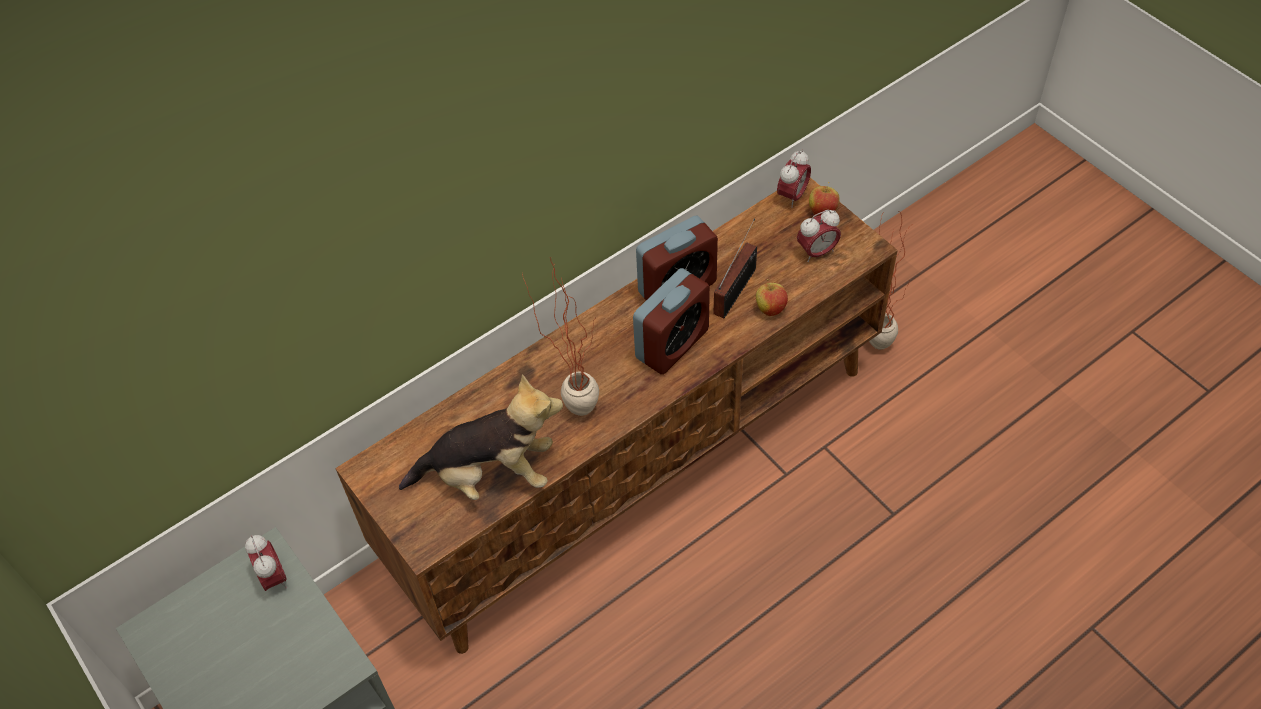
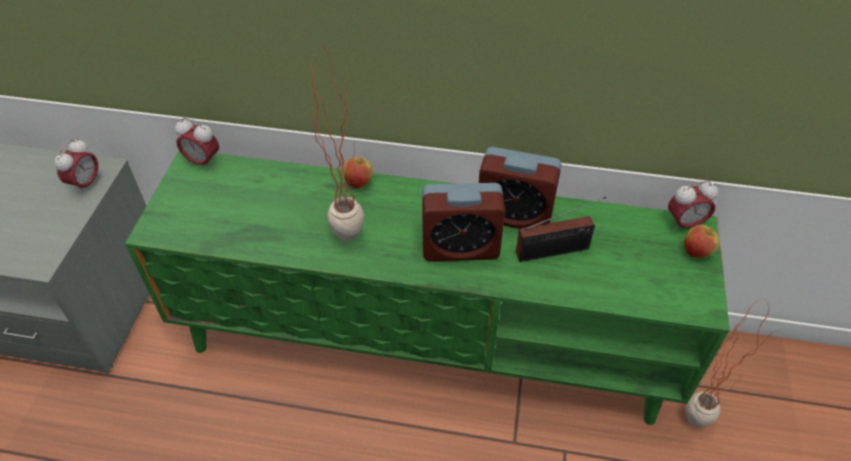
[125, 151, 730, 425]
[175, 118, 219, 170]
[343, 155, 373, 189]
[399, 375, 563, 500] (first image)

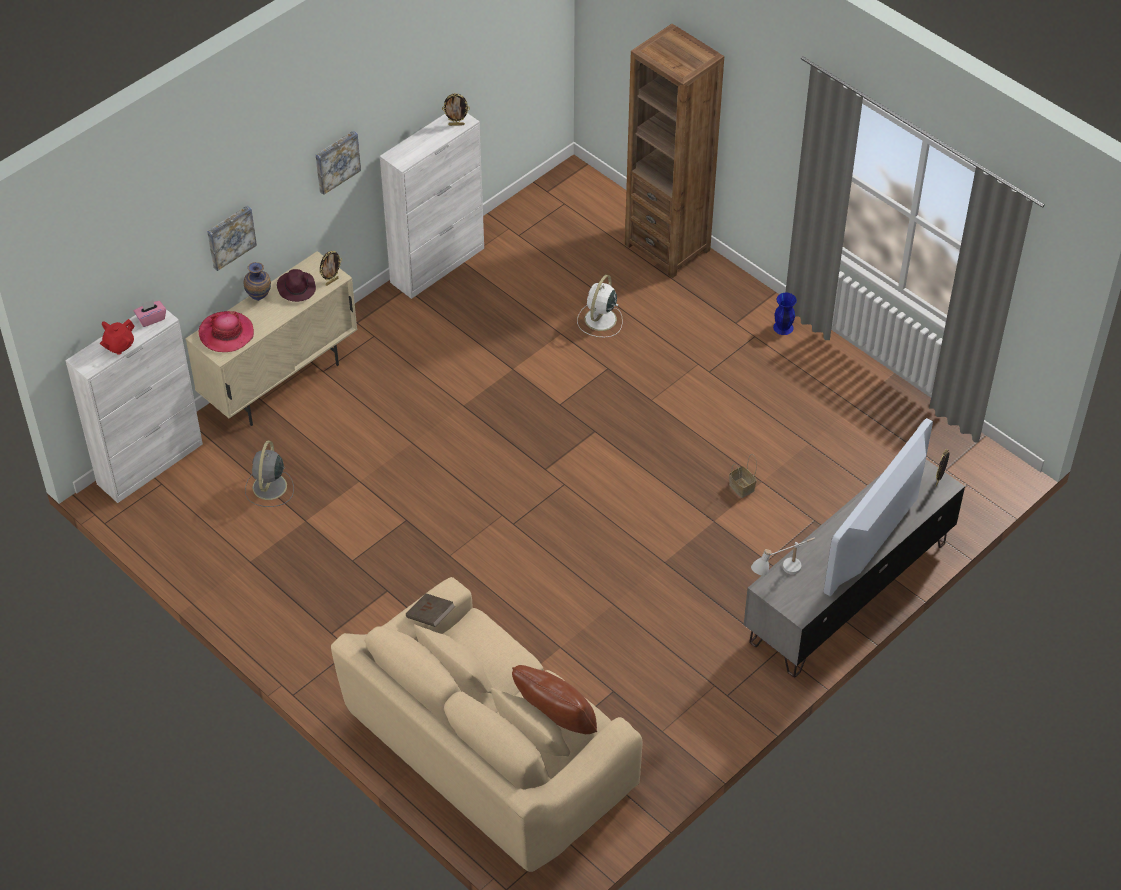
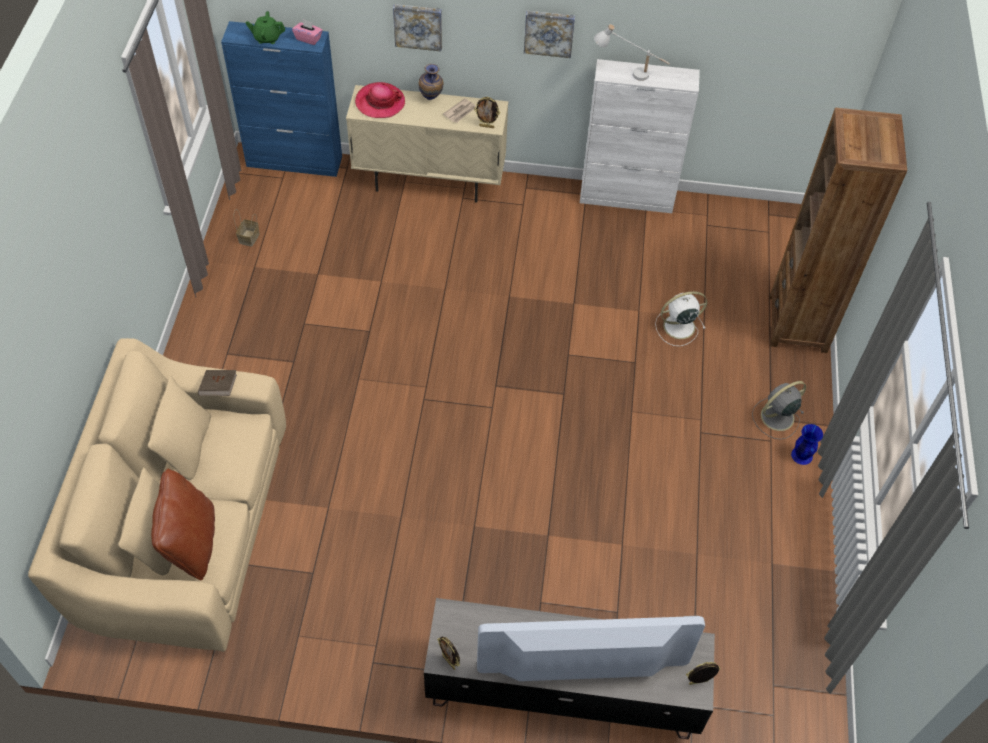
[221, 21, 342, 177]
[234, 209, 260, 247]
[246, 11, 285, 44]
[437, 637, 460, 670]
[443, 98, 476, 123]
[594, 24, 670, 81]
[752, 381, 806, 440]

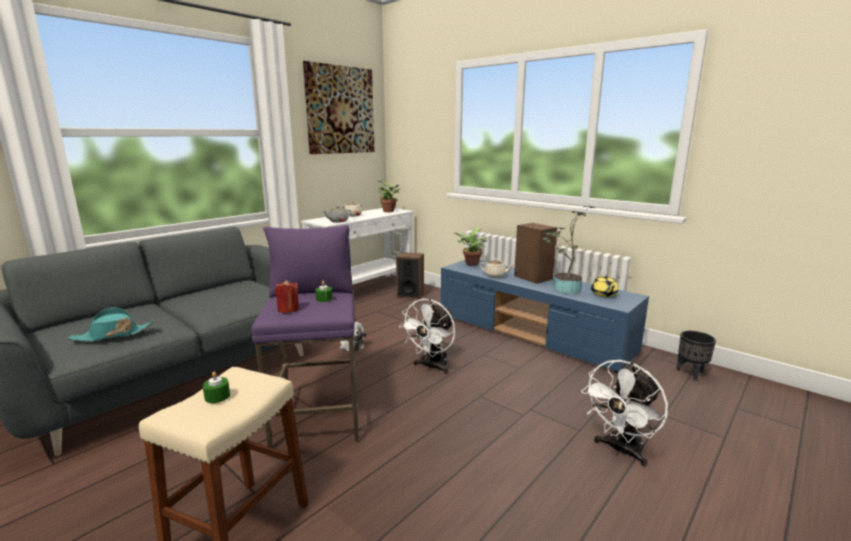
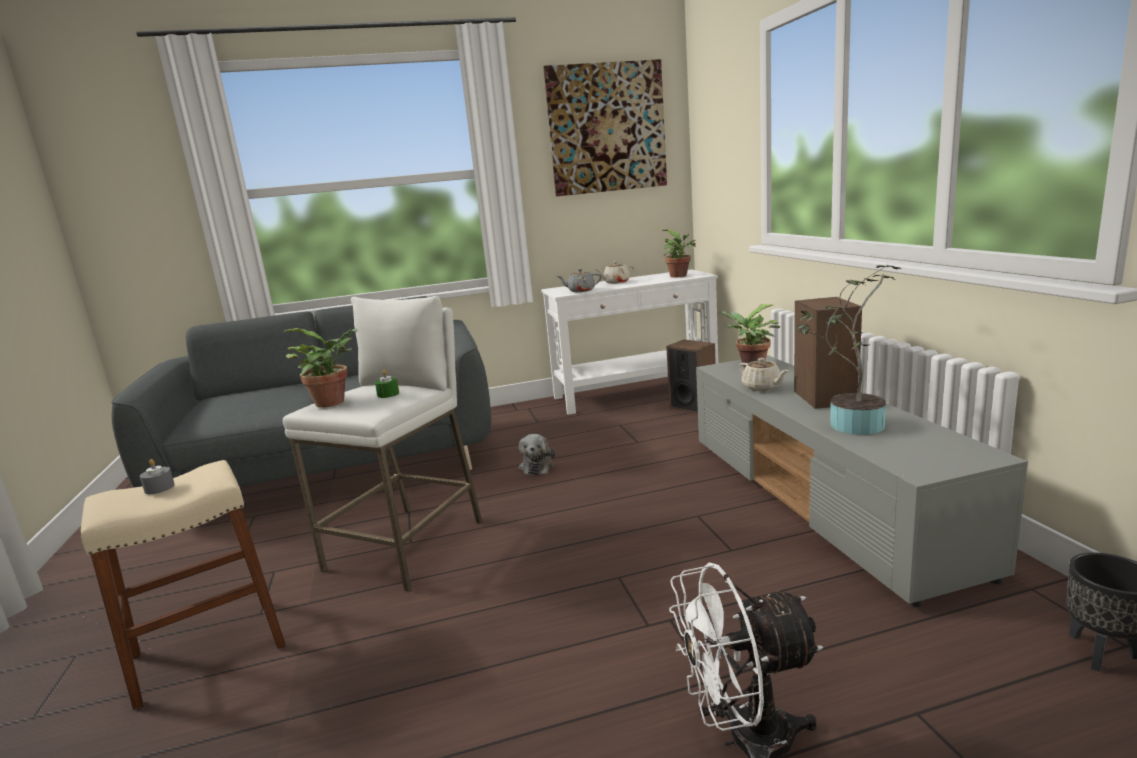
[140, 459, 175, 494]
[282, 328, 358, 408]
[283, 296, 482, 591]
[696, 355, 1028, 607]
[68, 307, 155, 342] (first image)
[399, 299, 455, 374] (first image)
[591, 275, 618, 297] (first image)

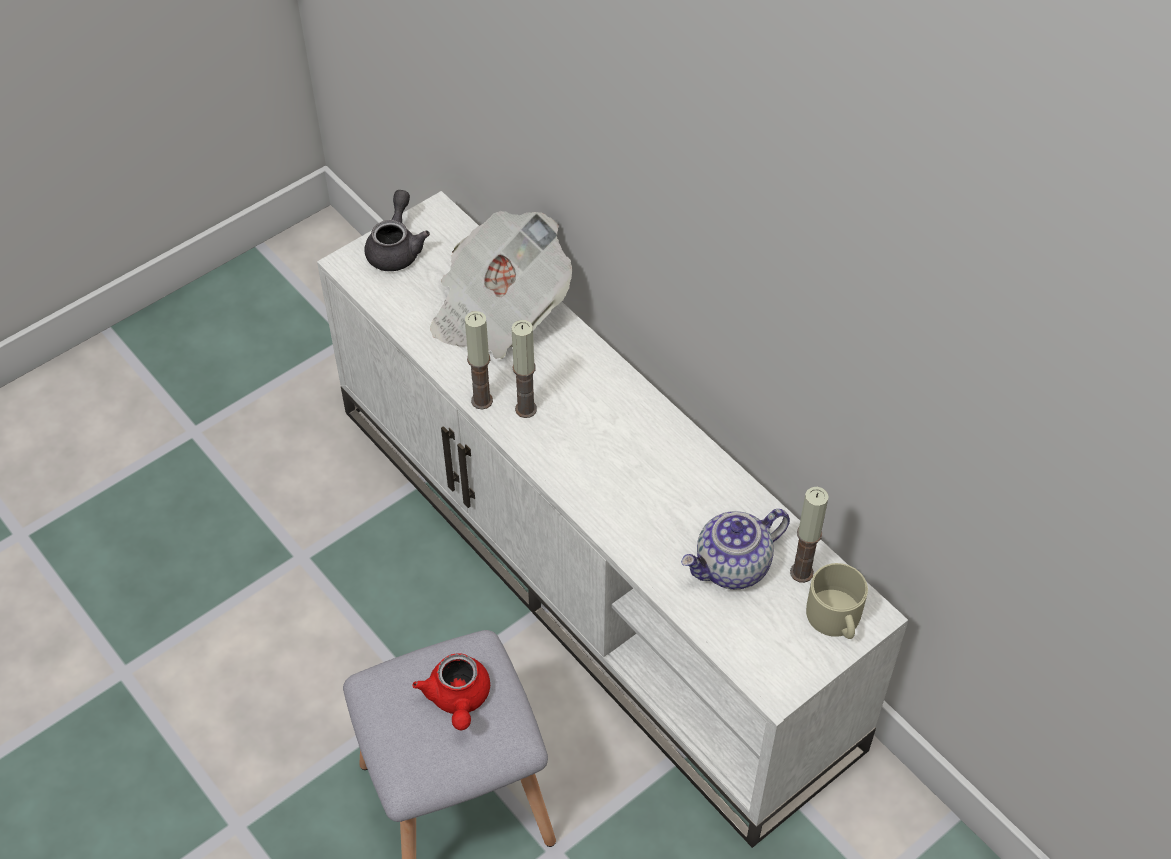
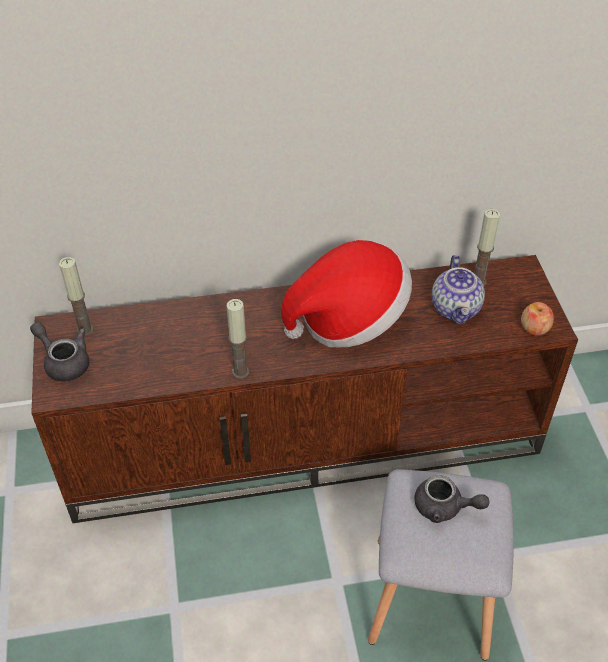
[31, 255, 578, 523]
[59, 257, 93, 336]
[281, 240, 412, 347]
[414, 475, 489, 523]
[521, 302, 554, 336]
[430, 211, 572, 359] (first image)
[806, 563, 868, 639] (first image)

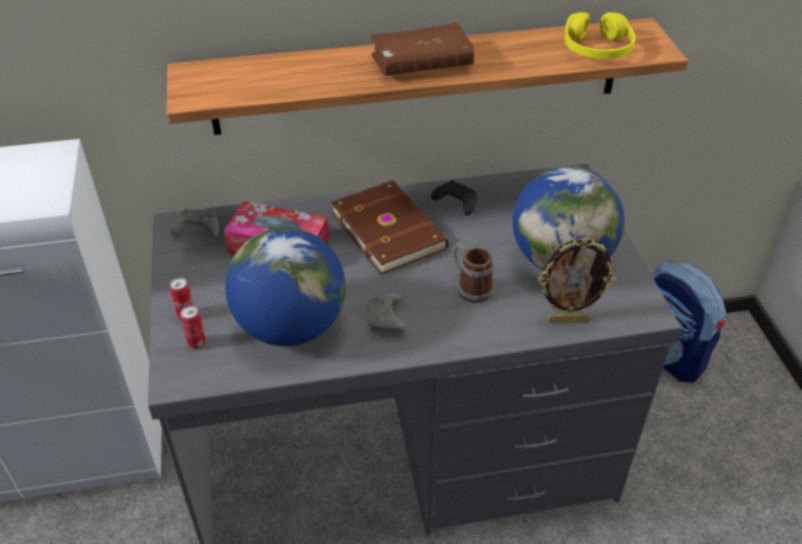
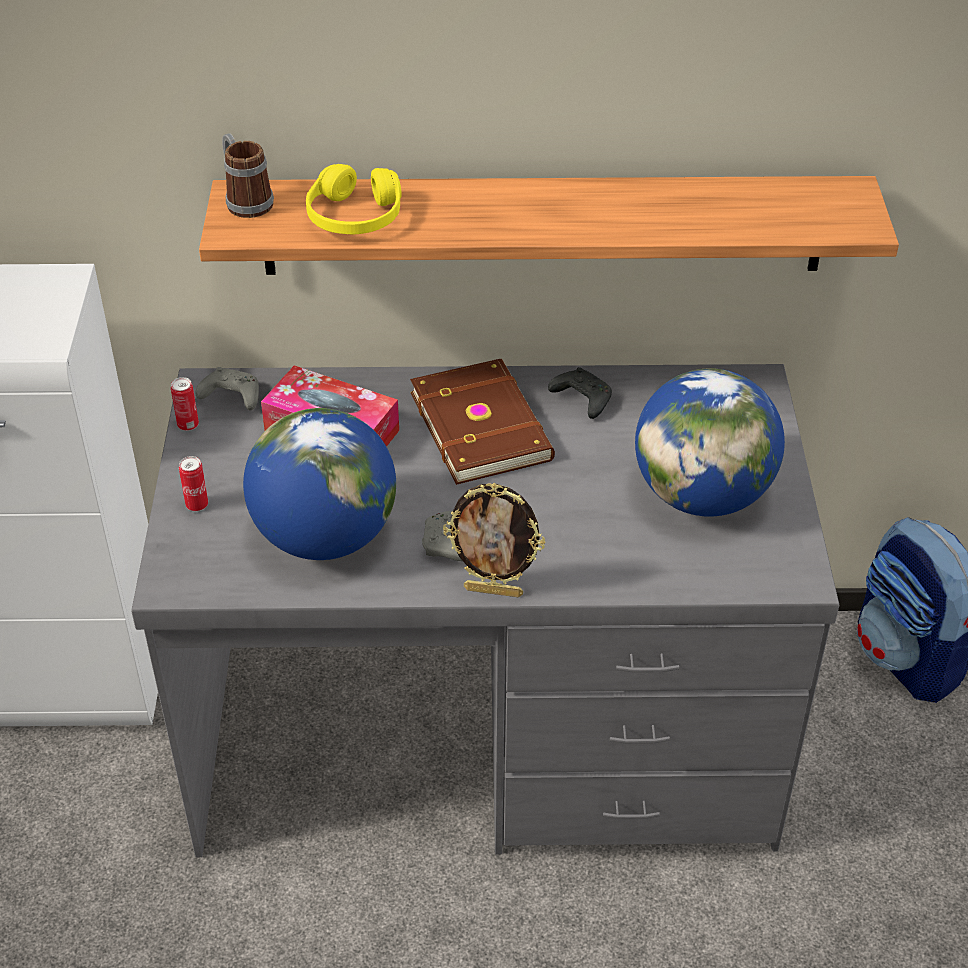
[171, 377, 199, 431]
[222, 133, 274, 218]
[306, 164, 402, 234]
[443, 483, 545, 597]
[370, 23, 474, 76] (first image)

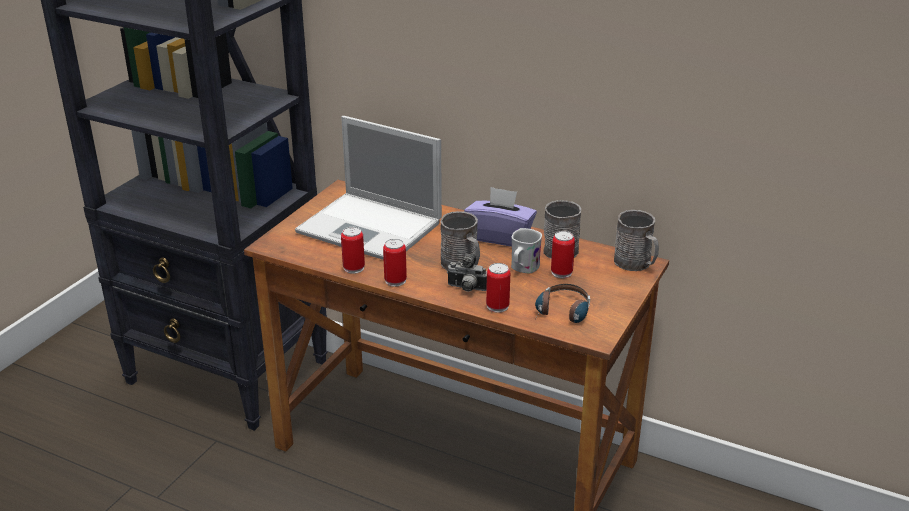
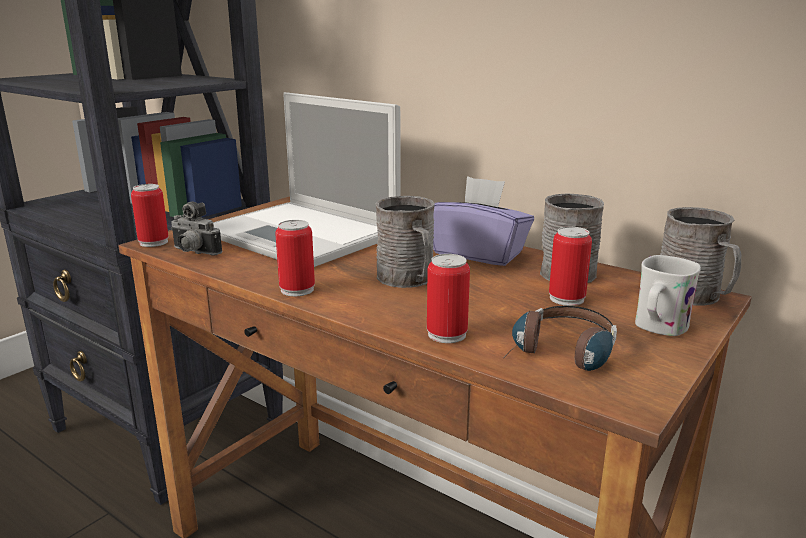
[131, 184, 169, 247]
[171, 201, 222, 256]
[635, 255, 701, 336]

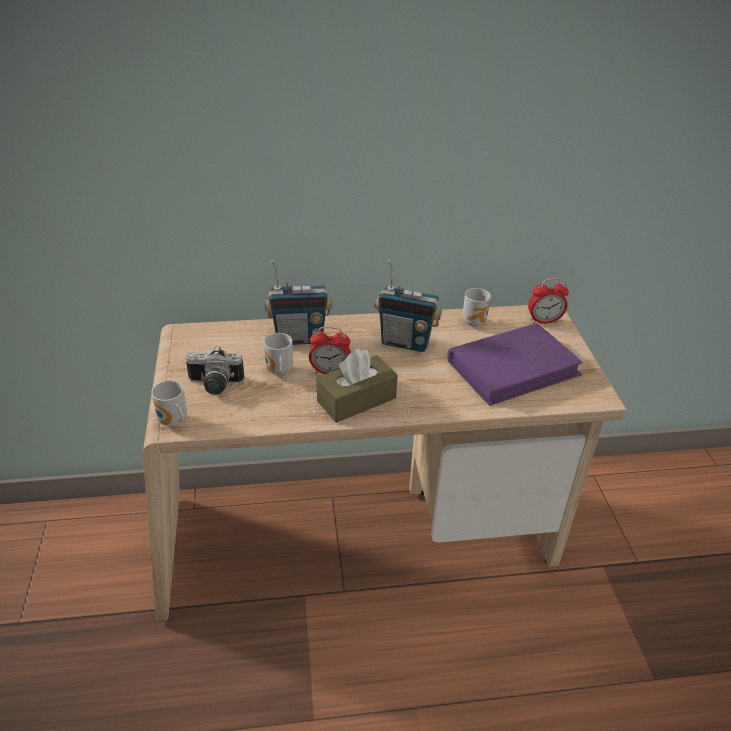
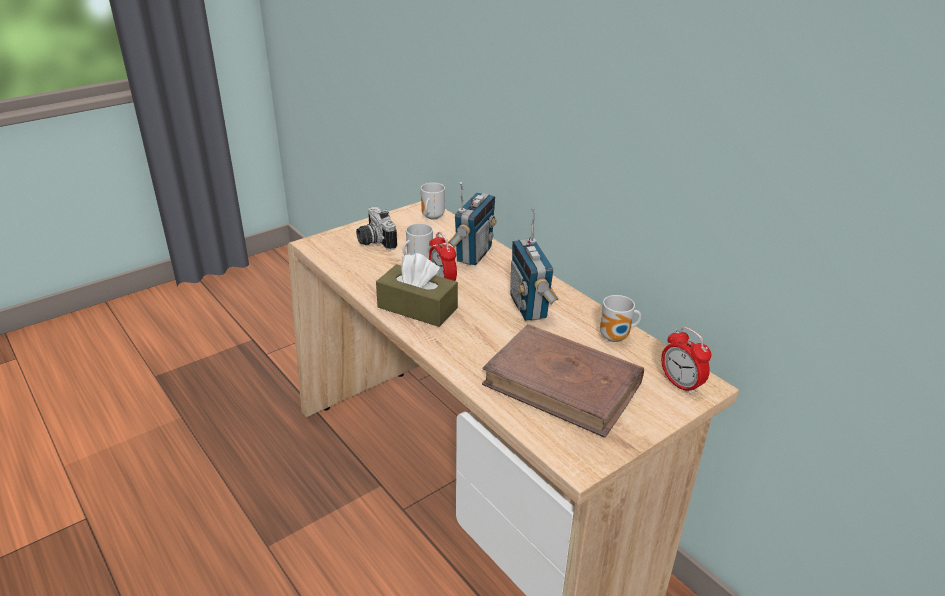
[421, 183, 445, 220]
[448, 182, 497, 265]
[482, 324, 644, 438]

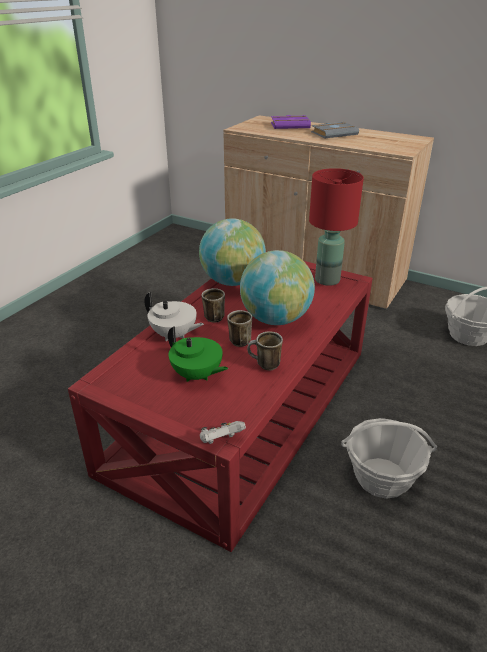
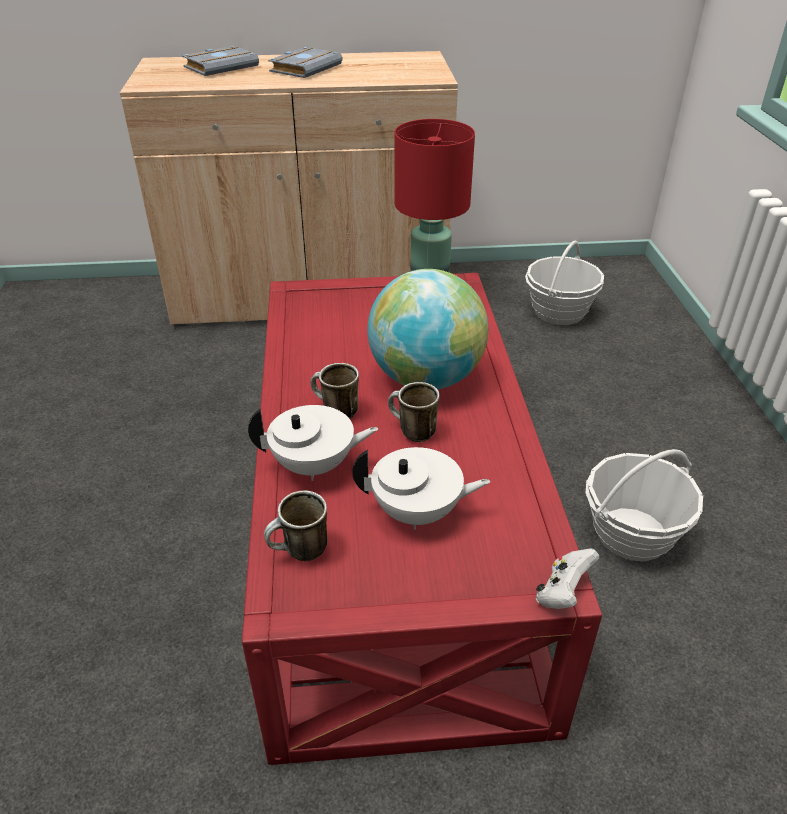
[182, 46, 259, 76]
[264, 490, 328, 561]
[352, 447, 491, 530]
[199, 218, 266, 286] (first image)

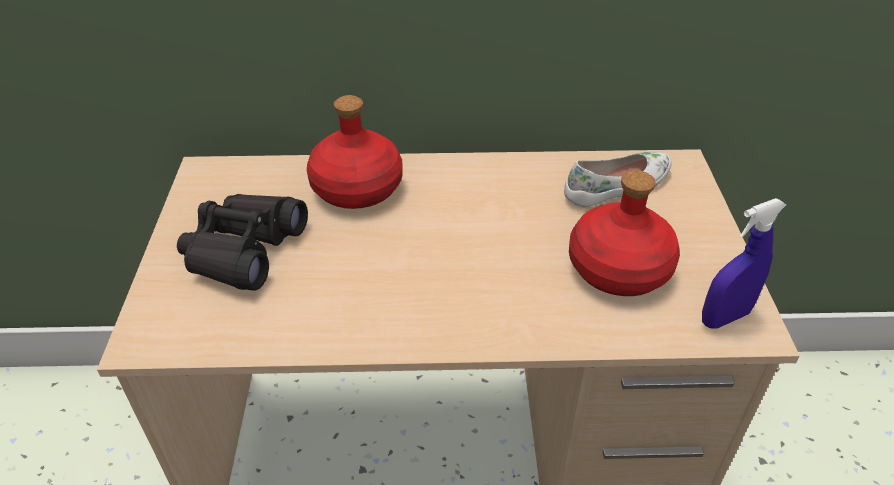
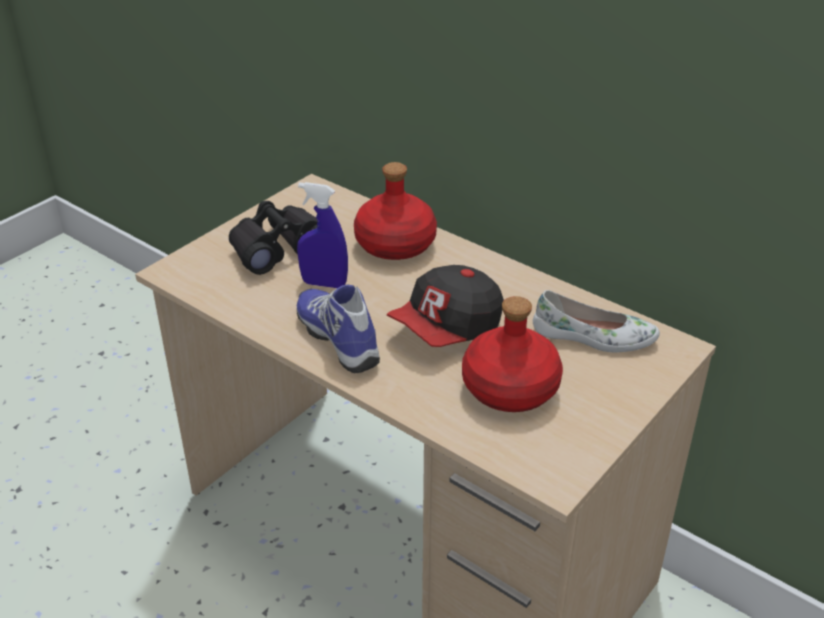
[297, 182, 348, 288]
[297, 285, 380, 373]
[387, 265, 504, 347]

